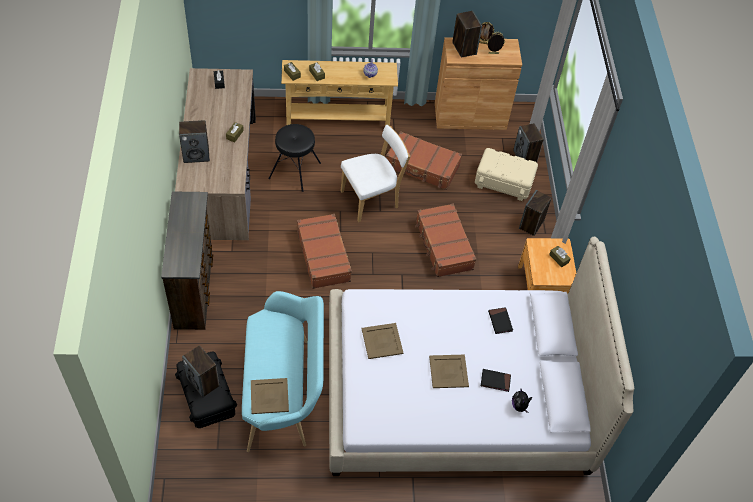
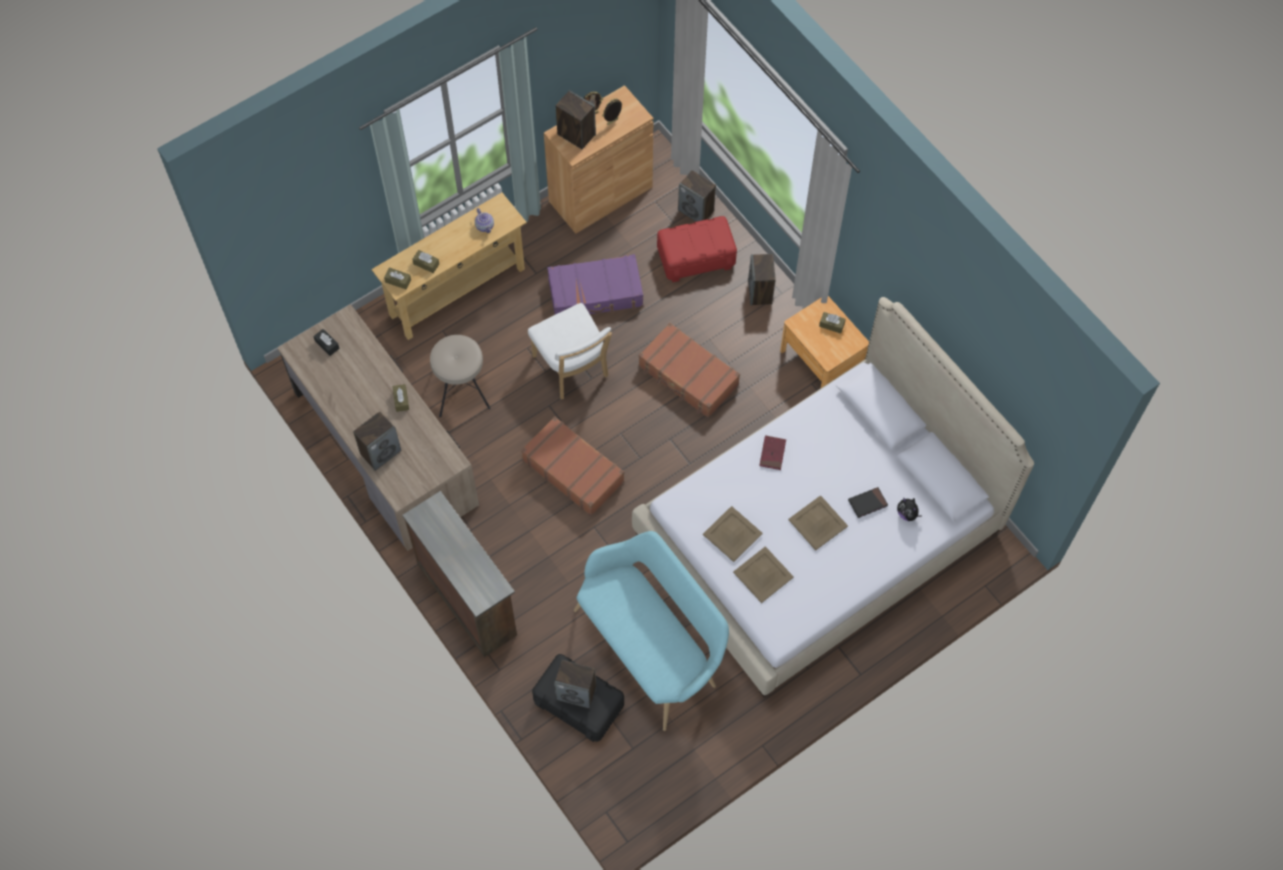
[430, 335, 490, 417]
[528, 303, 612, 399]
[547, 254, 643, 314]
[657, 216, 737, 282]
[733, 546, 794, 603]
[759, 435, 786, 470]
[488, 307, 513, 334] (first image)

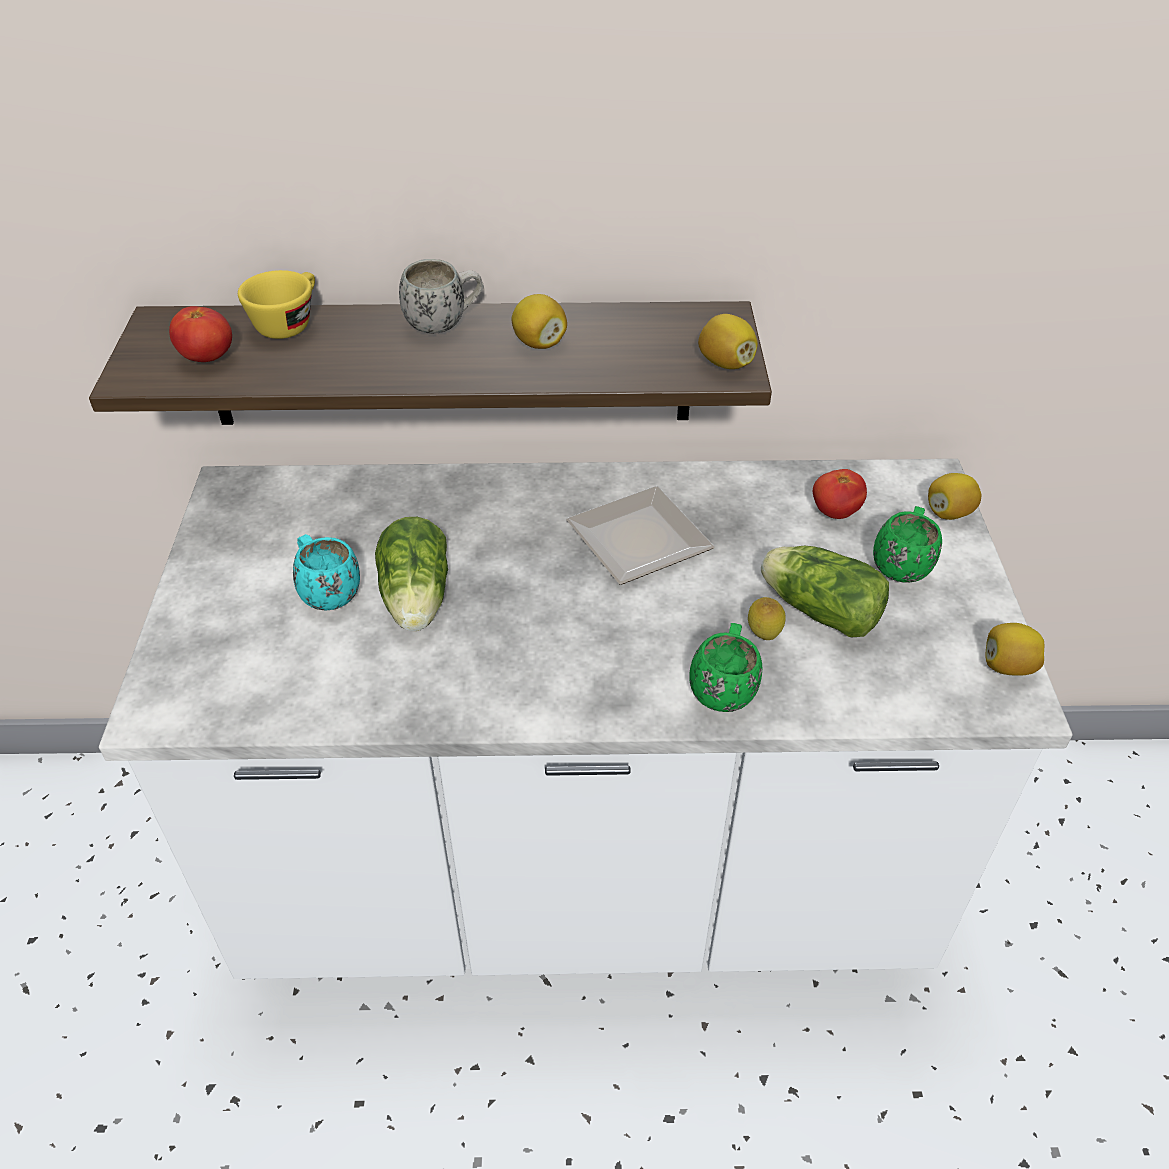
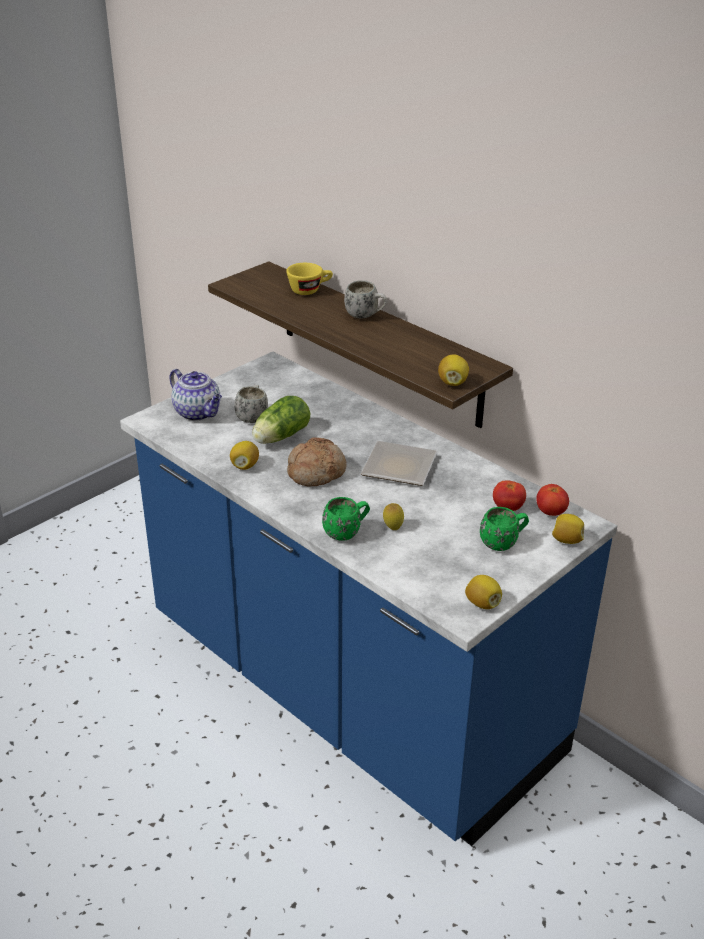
[120, 352, 617, 846]
[169, 369, 222, 421]
[230, 441, 259, 470]
[234, 385, 268, 423]
[287, 437, 346, 486]
[536, 484, 569, 516]
[761, 546, 889, 637] (first image)

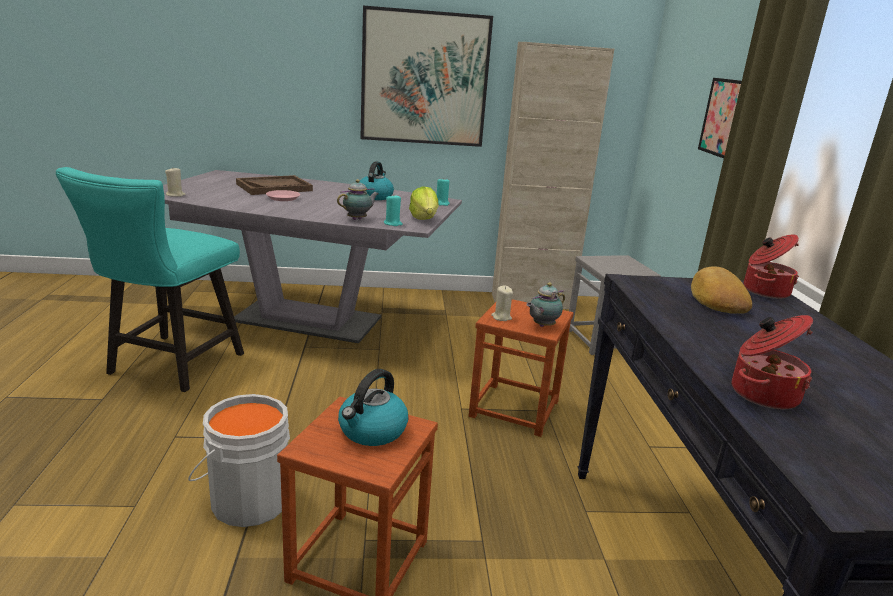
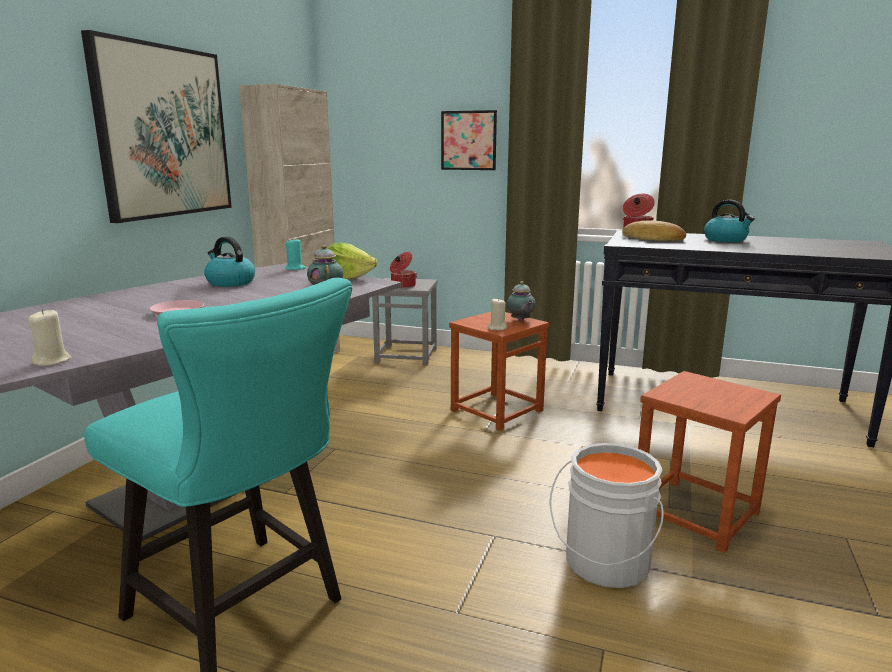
[390, 252, 417, 288]
[704, 200, 755, 242]
[236, 175, 313, 195] (first image)
[384, 196, 403, 226] (first image)

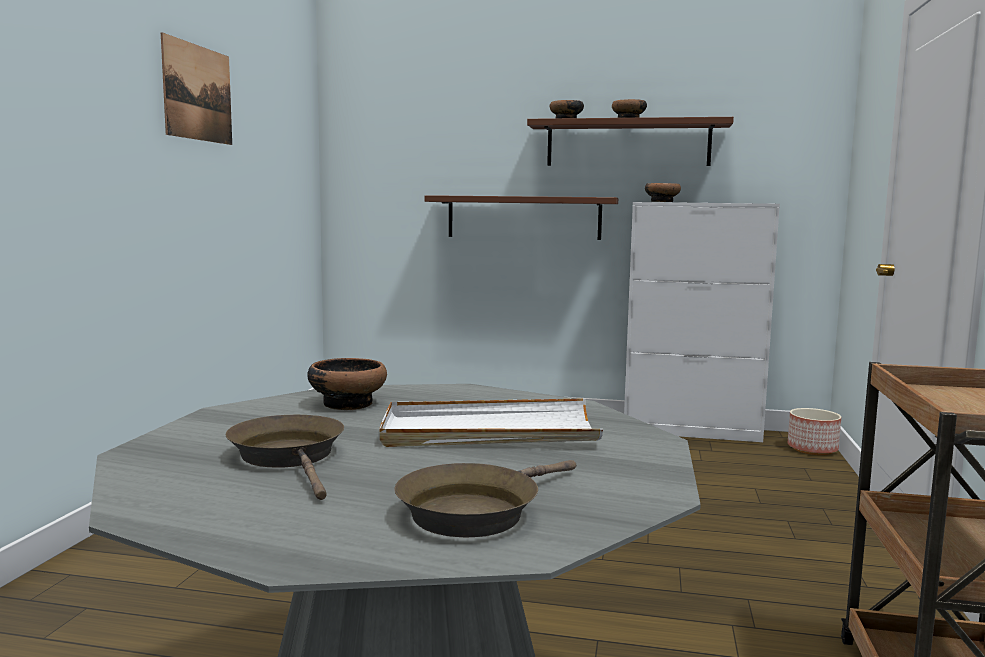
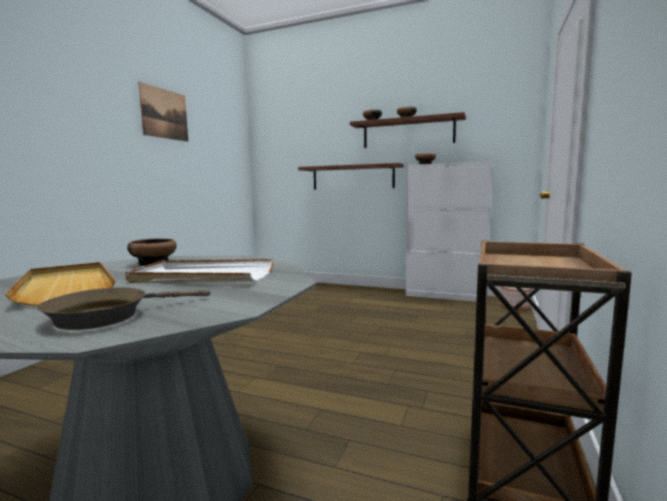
[5, 262, 116, 306]

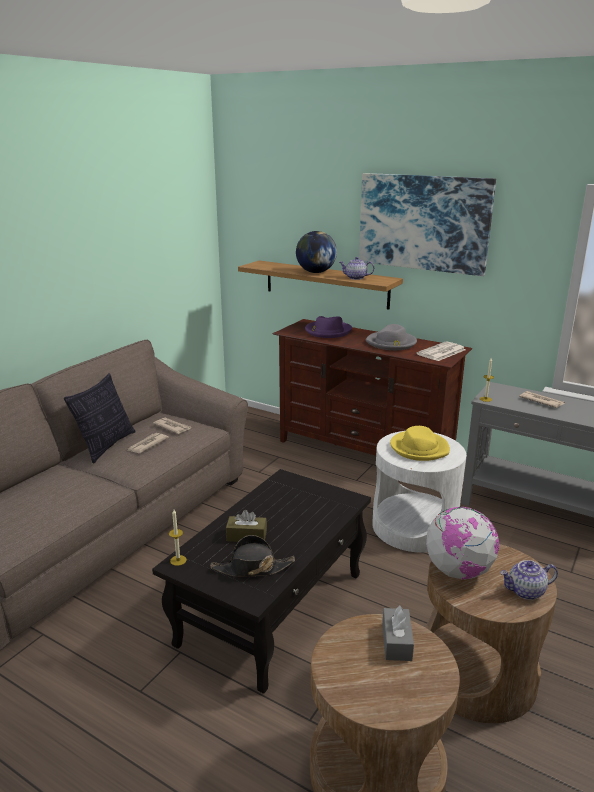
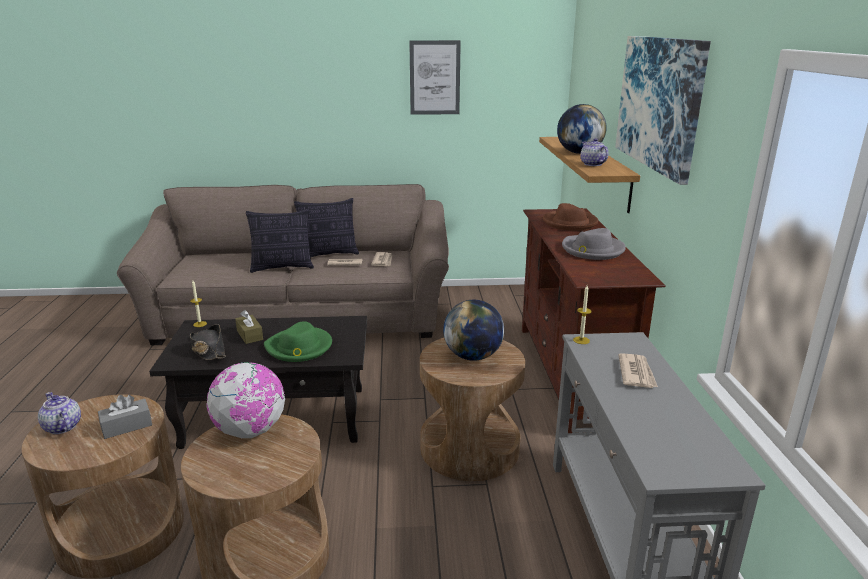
[38, 392, 81, 434]
[246, 209, 314, 273]
[264, 321, 332, 362]
[409, 40, 461, 115]
[420, 338, 525, 481]
[443, 300, 504, 361]
[543, 203, 598, 231]
[417, 341, 466, 361] (first image)

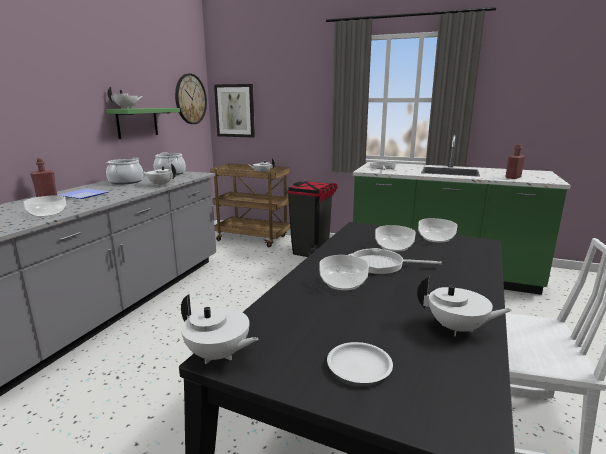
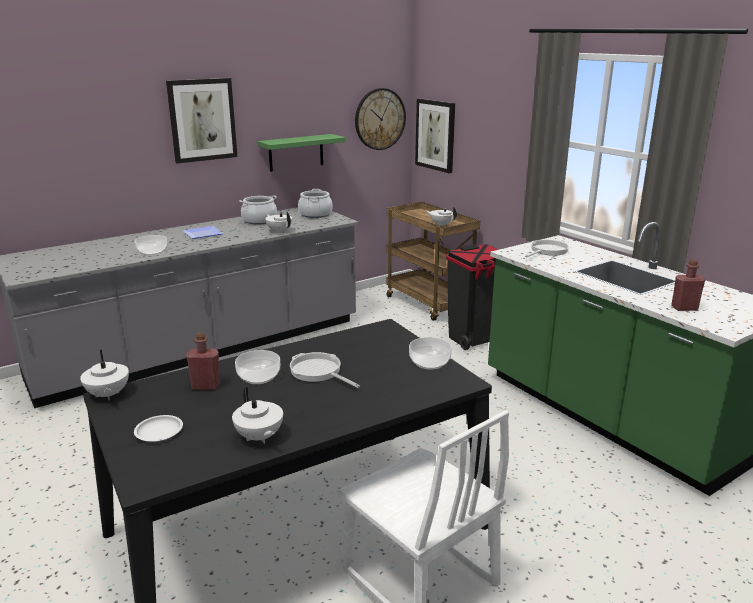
[166, 78, 237, 164]
[186, 333, 221, 390]
[107, 87, 143, 109] (first image)
[375, 225, 416, 252] (first image)

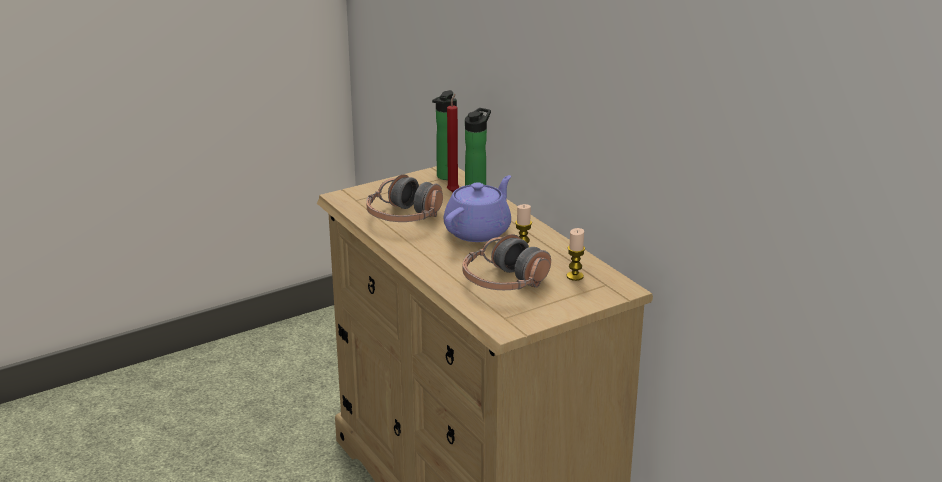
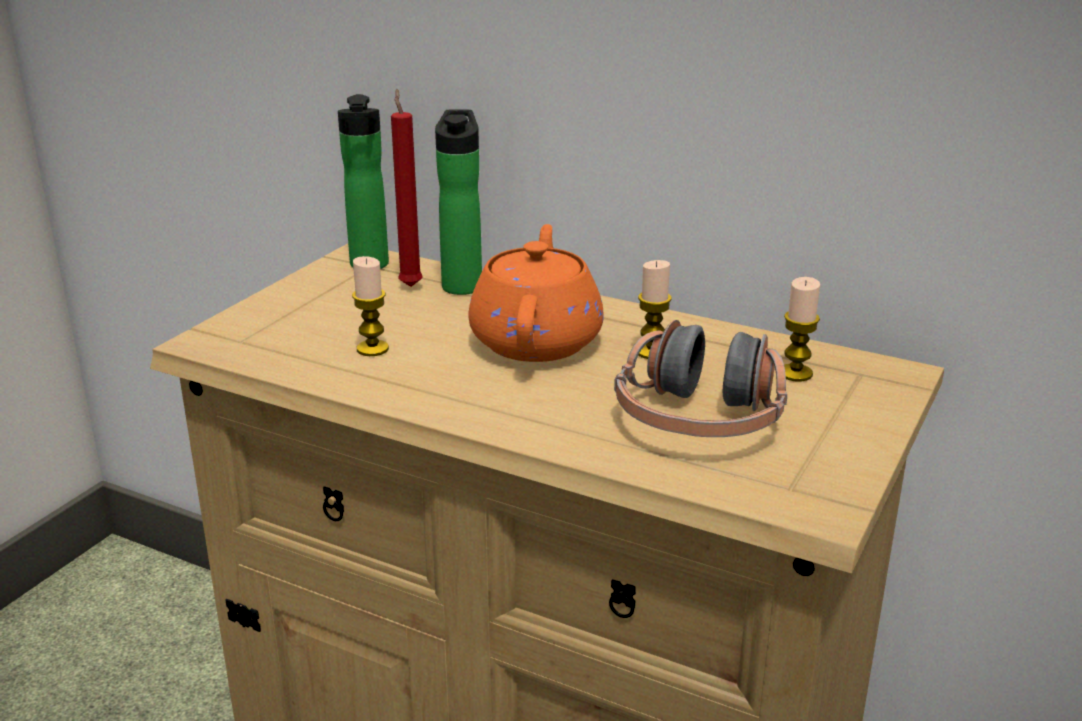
[352, 256, 389, 356]
[468, 224, 604, 362]

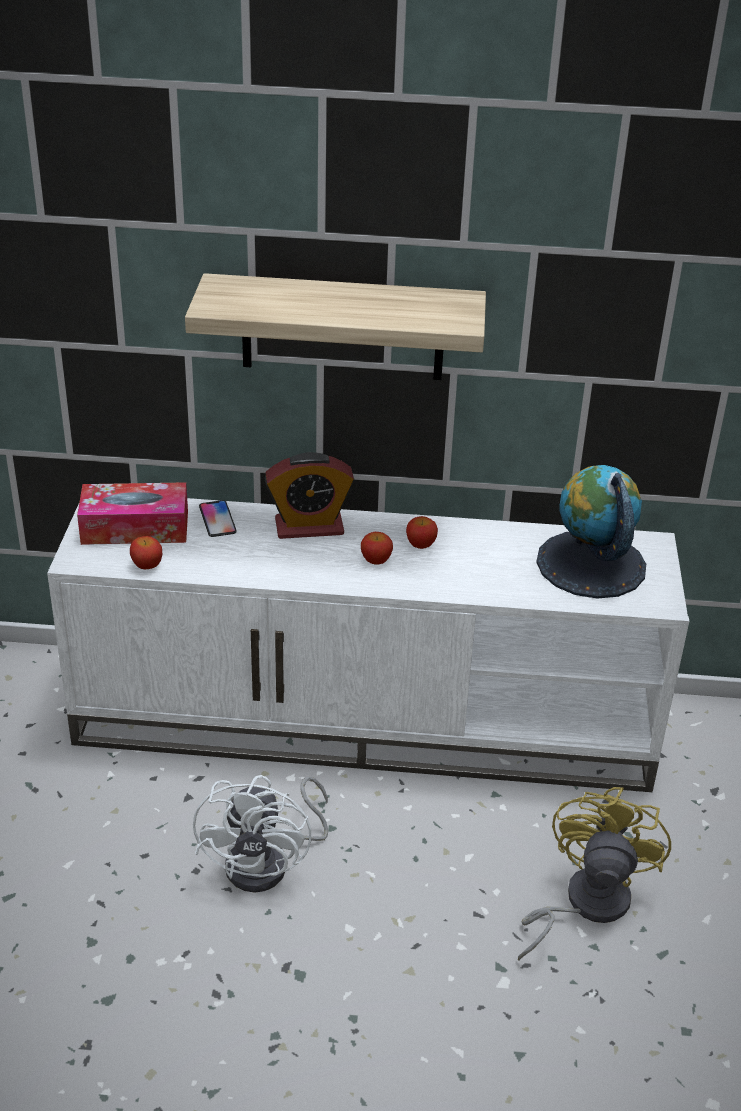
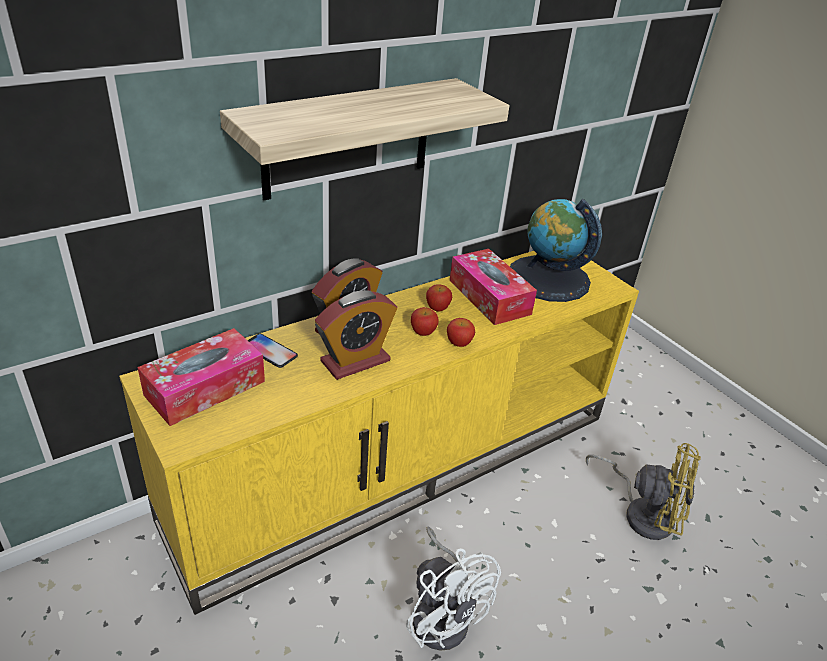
[119, 251, 639, 615]
[315, 290, 397, 380]
[447, 318, 475, 347]
[450, 249, 537, 325]
[586, 443, 701, 540]

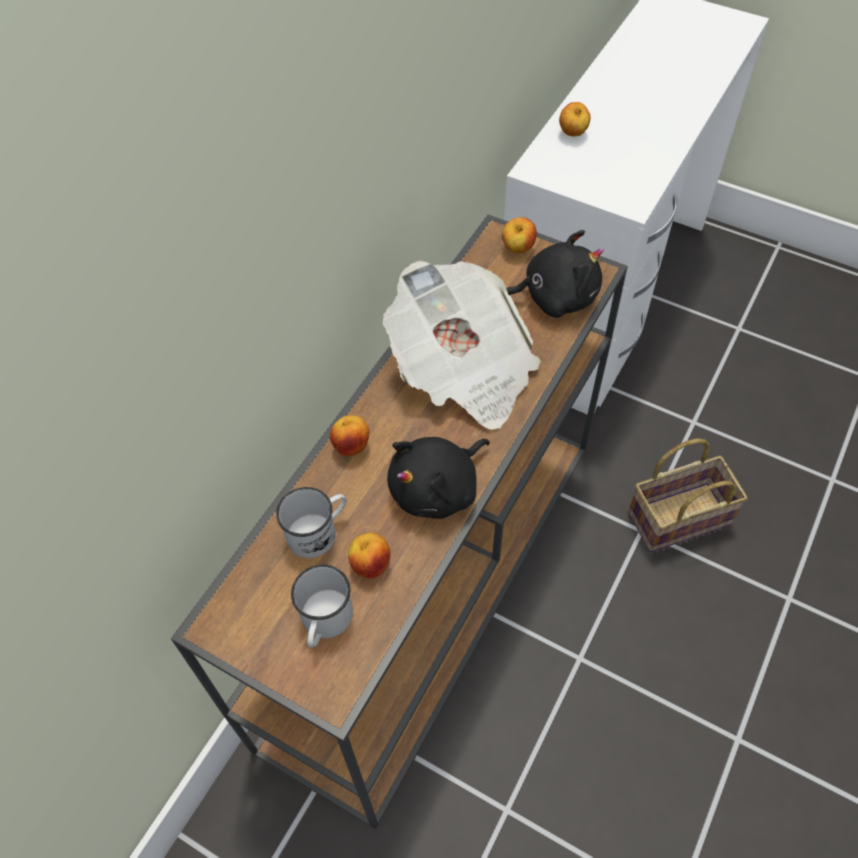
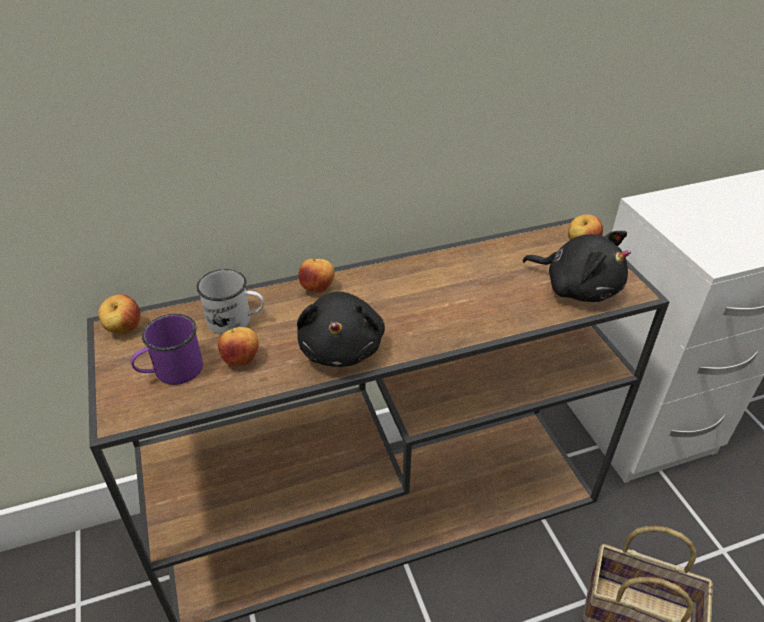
[98, 294, 140, 334]
[131, 314, 203, 385]
[297, 292, 385, 367]
[383, 260, 541, 430] (first image)

